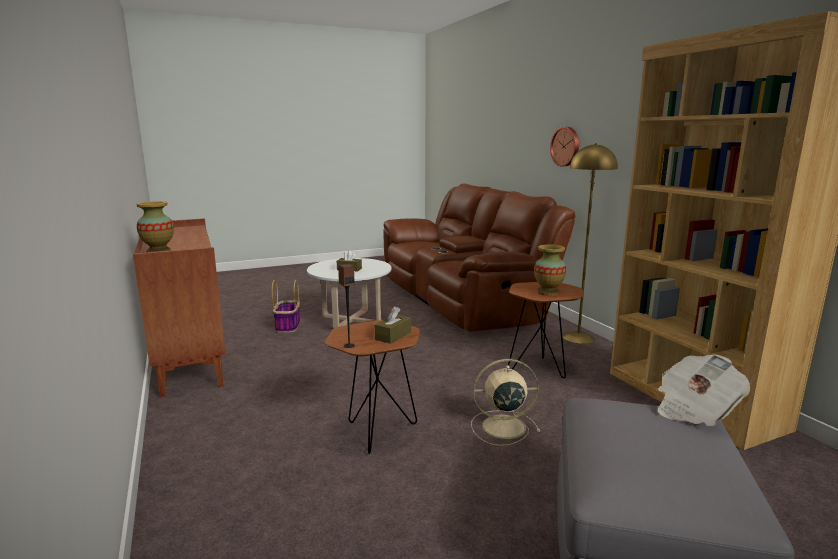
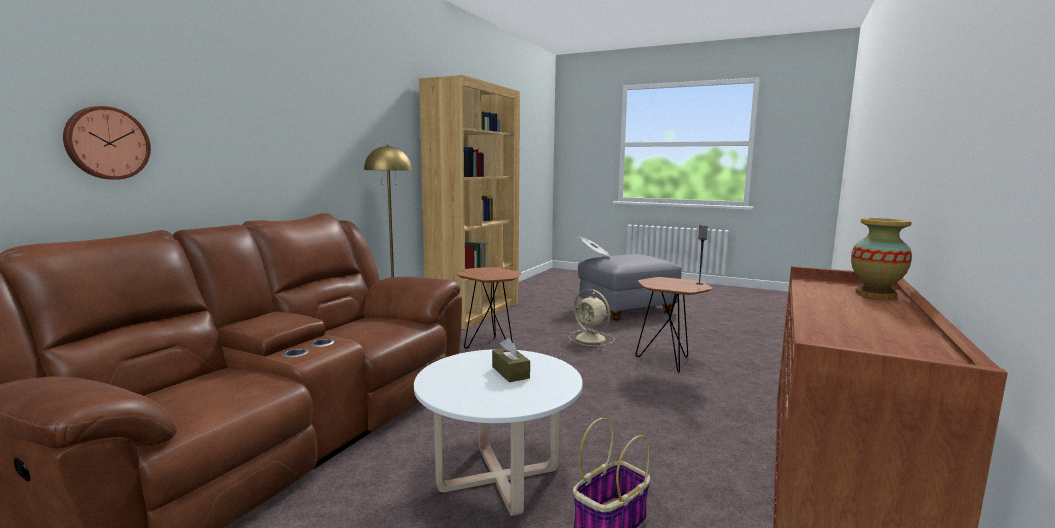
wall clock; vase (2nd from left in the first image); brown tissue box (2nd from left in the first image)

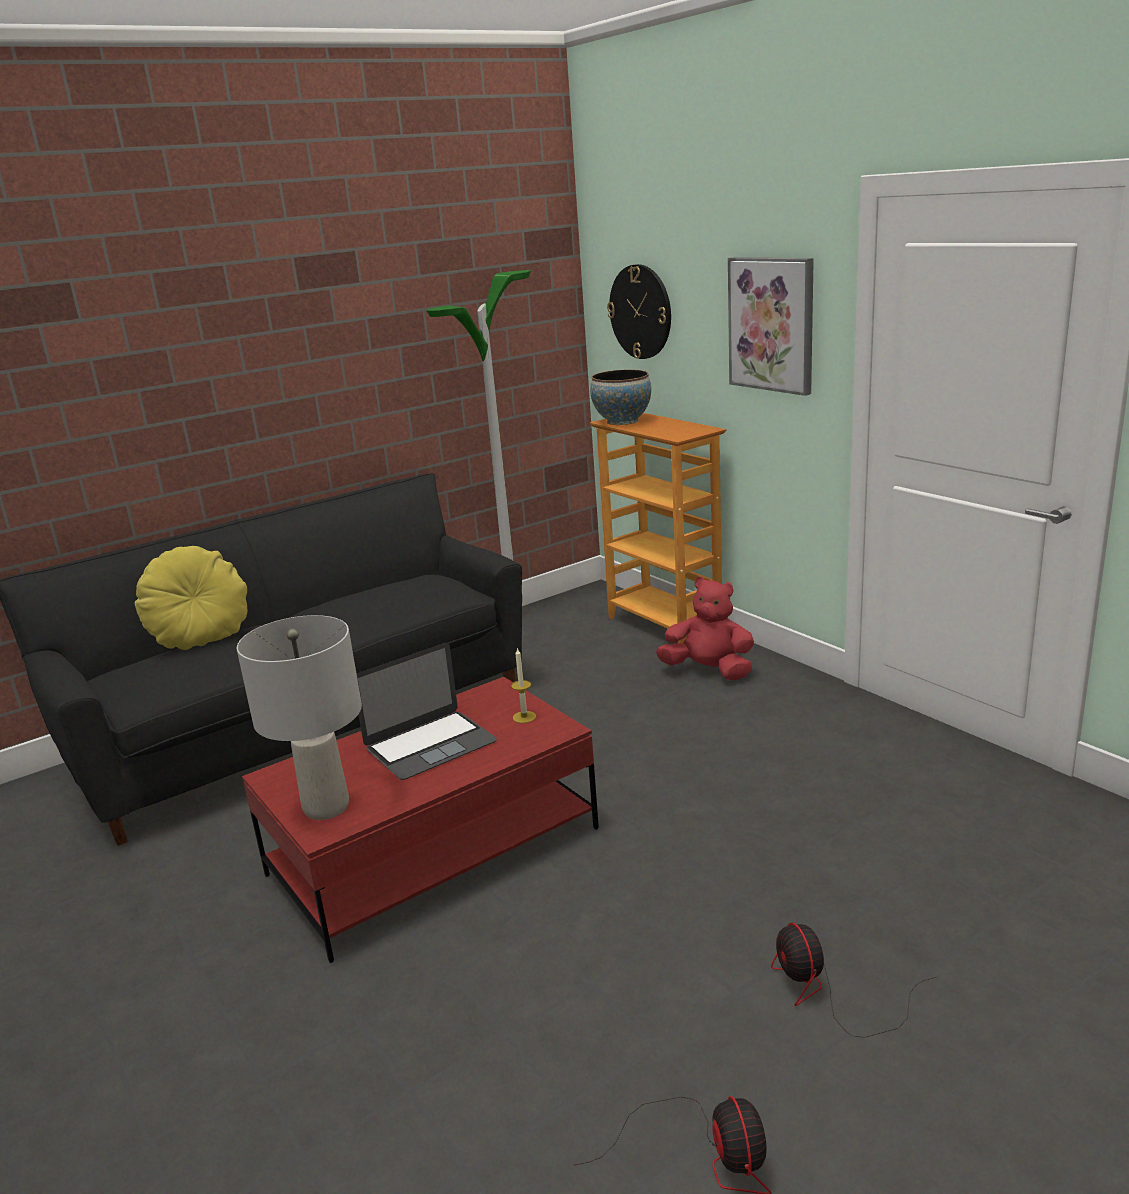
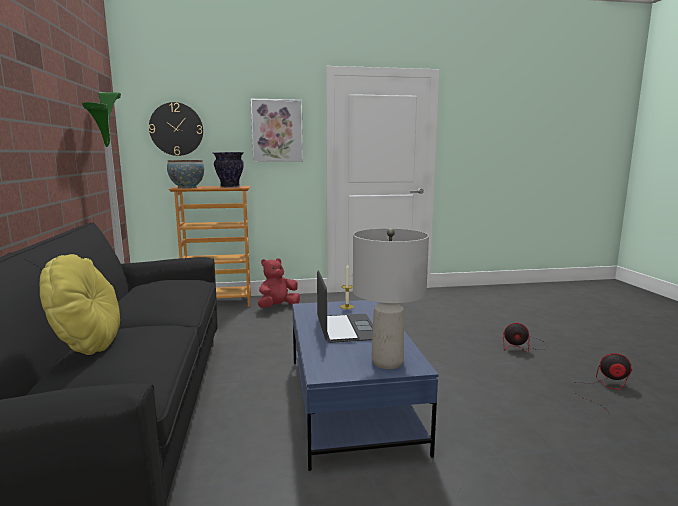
blue coffee table; vase

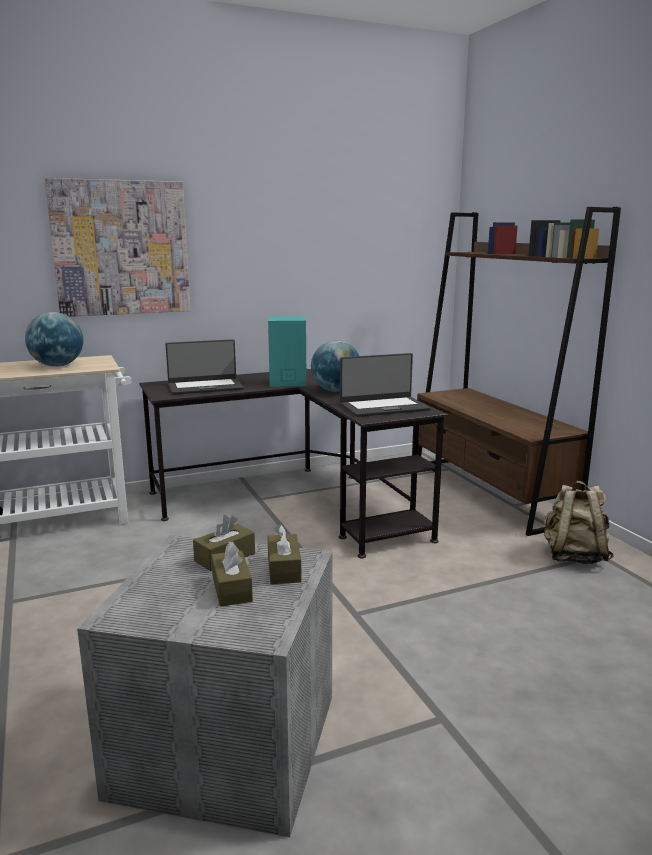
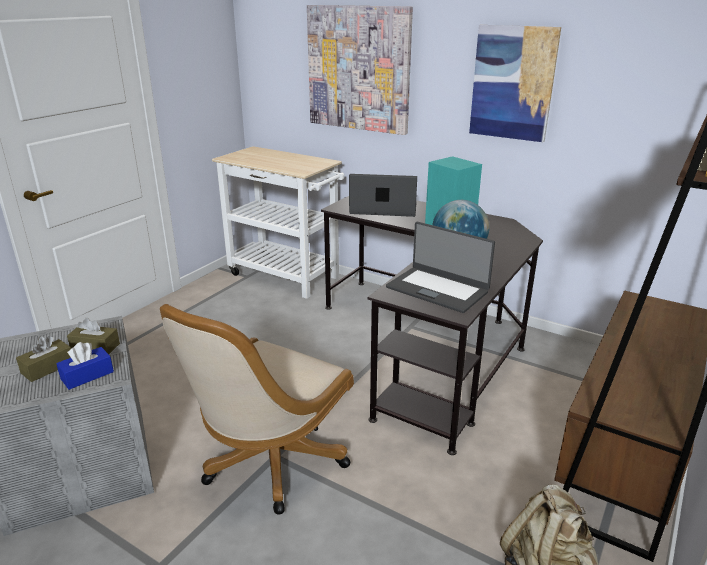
globe (1st from left in the first image); laptop (1st from left); blue tissue box; picture (2nd from left); office chair

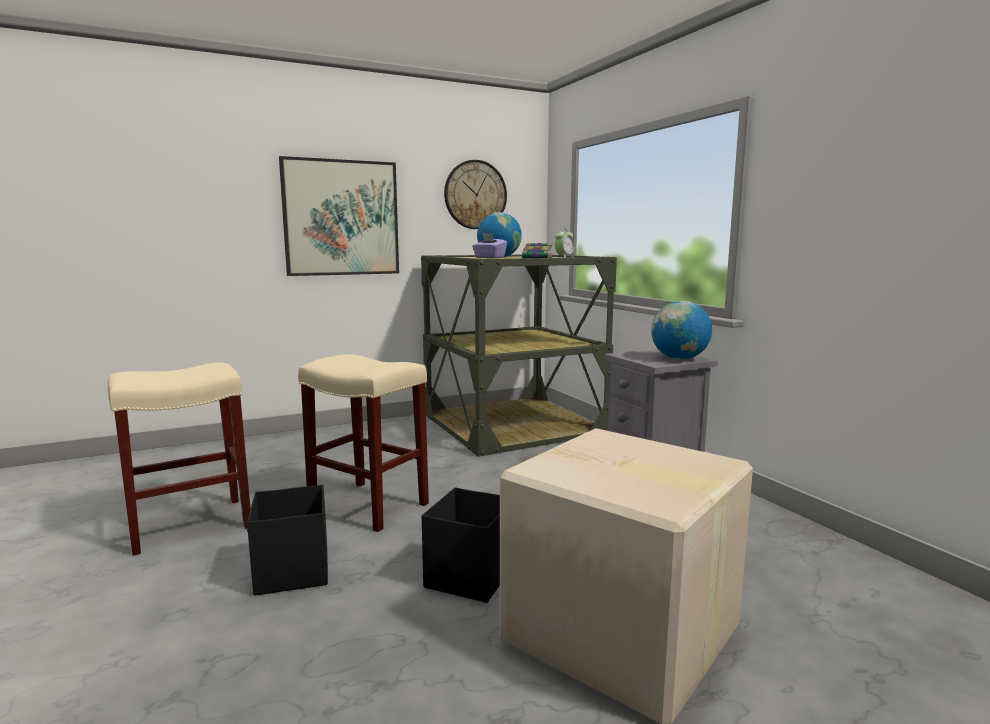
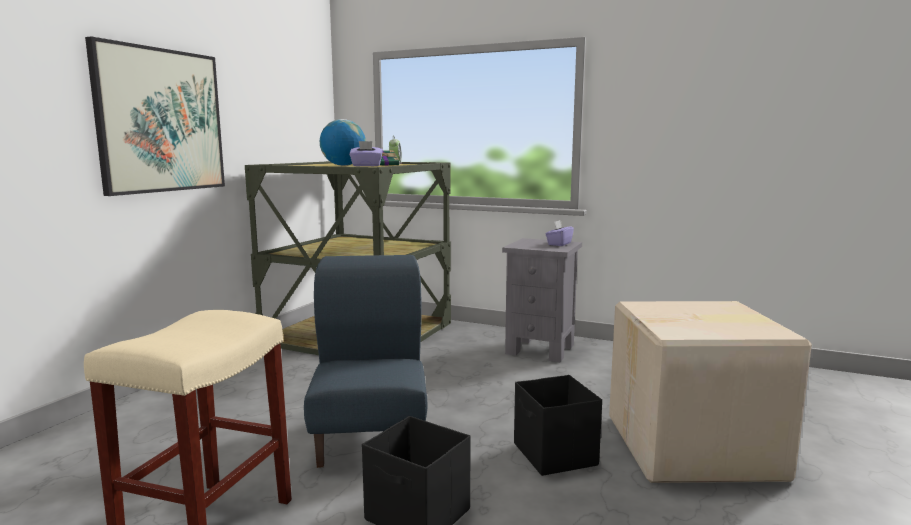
wall clock; purple tissue box (2nd from left); blue chair

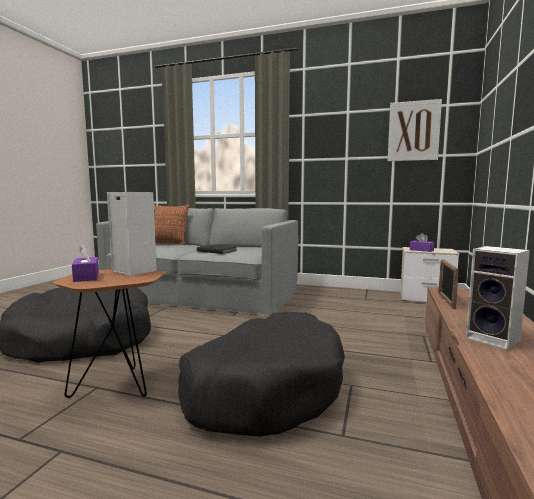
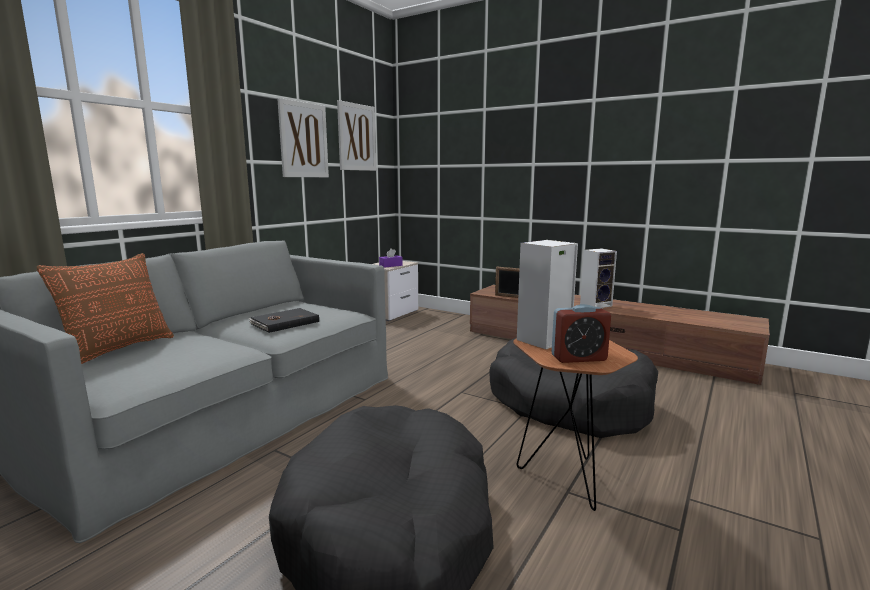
alarm clock; picture (1st from left)

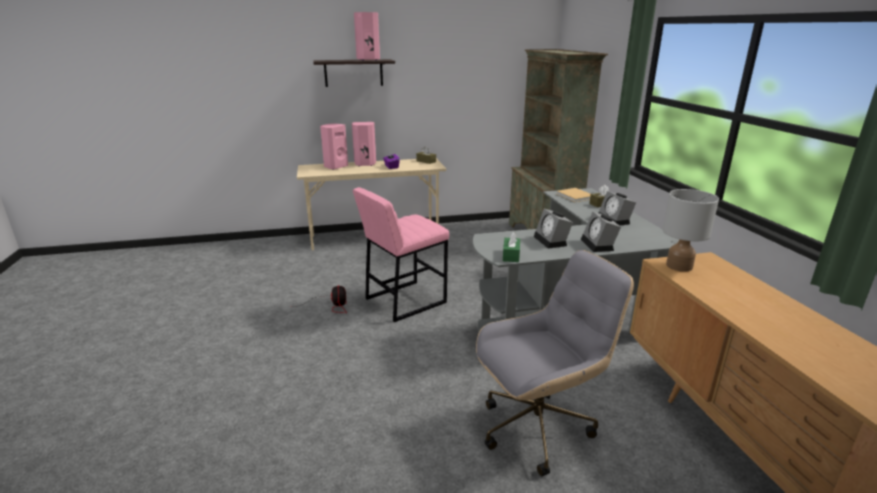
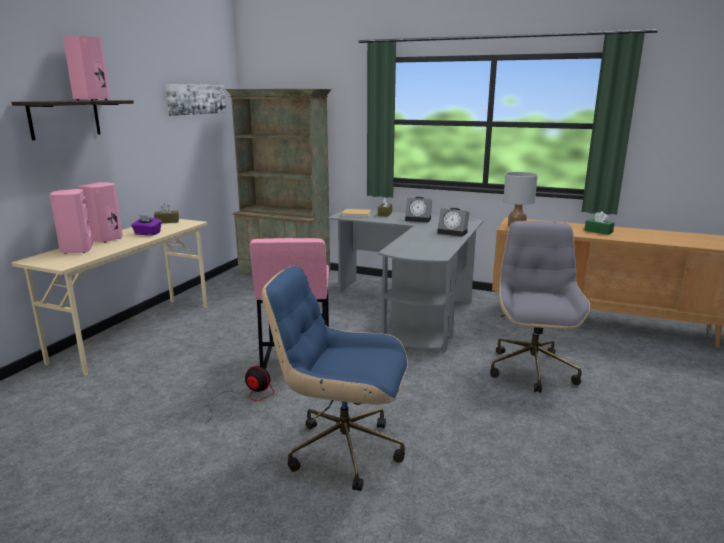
alarm clock (1st from left in the first image); green tissue box; picture; blue office chair

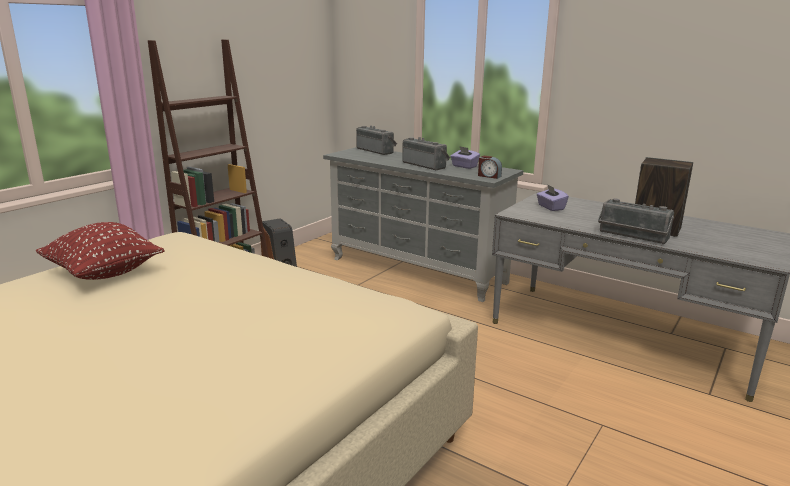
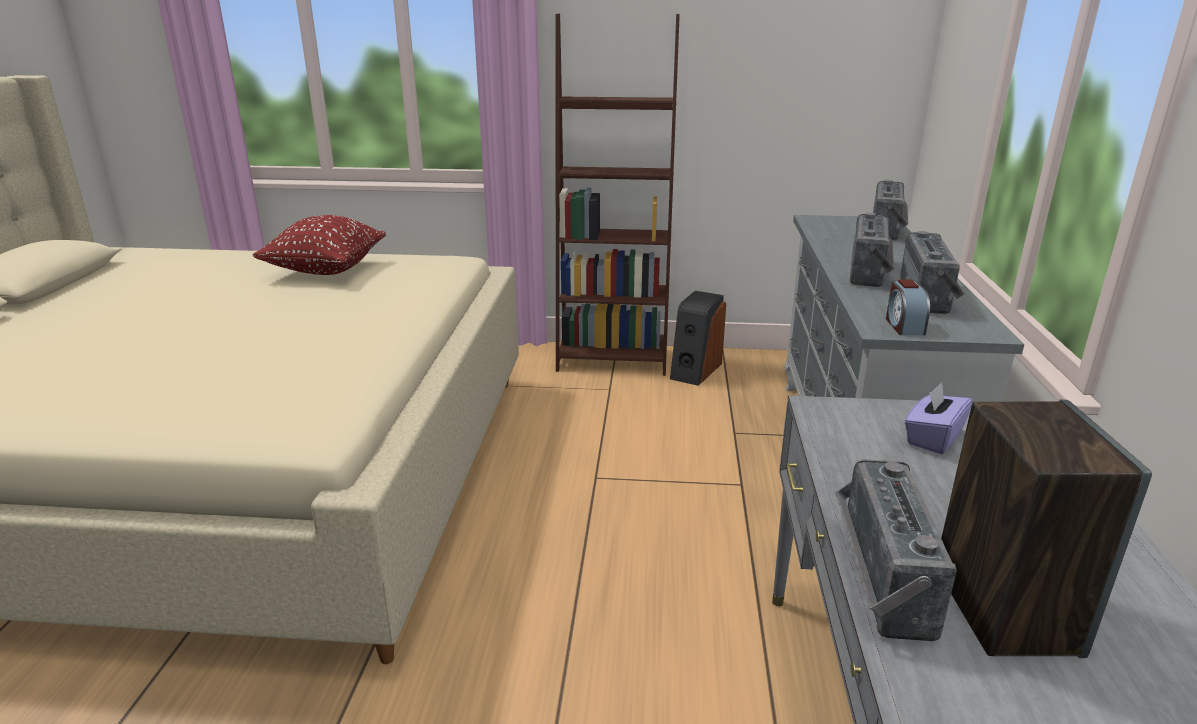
radio (4th from left)

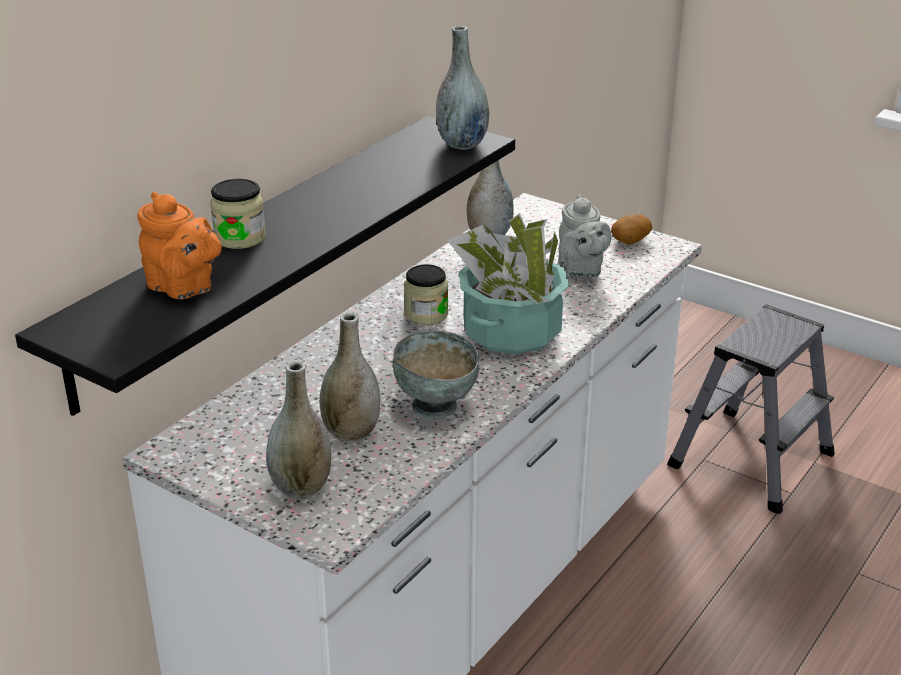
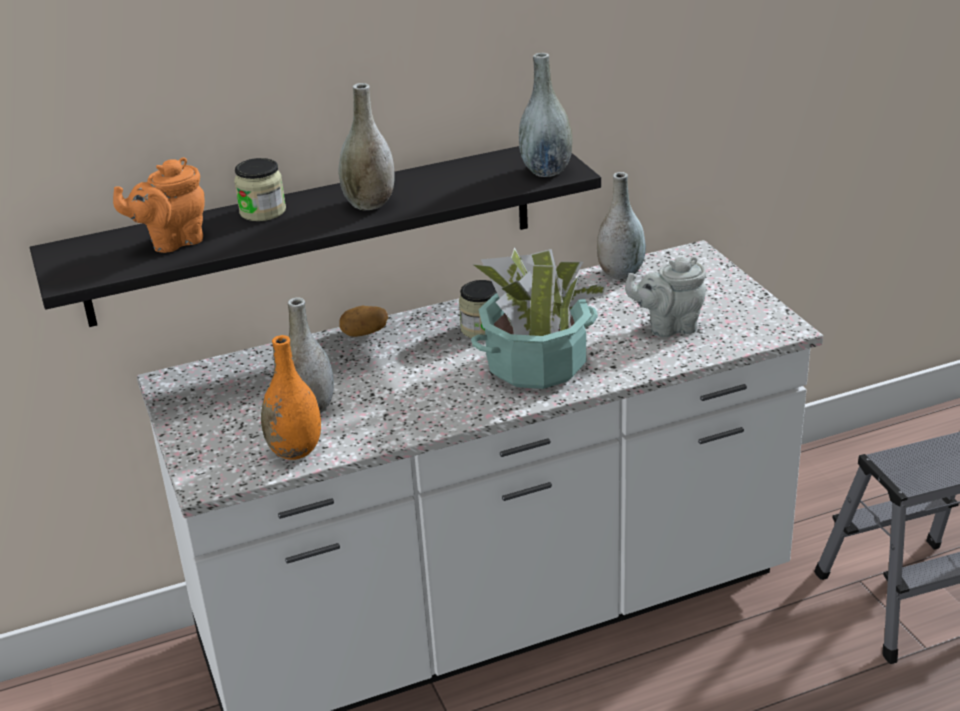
orange teapot; grey teapot; potato; grey bowl; grey vase (2nd from left); orange vase

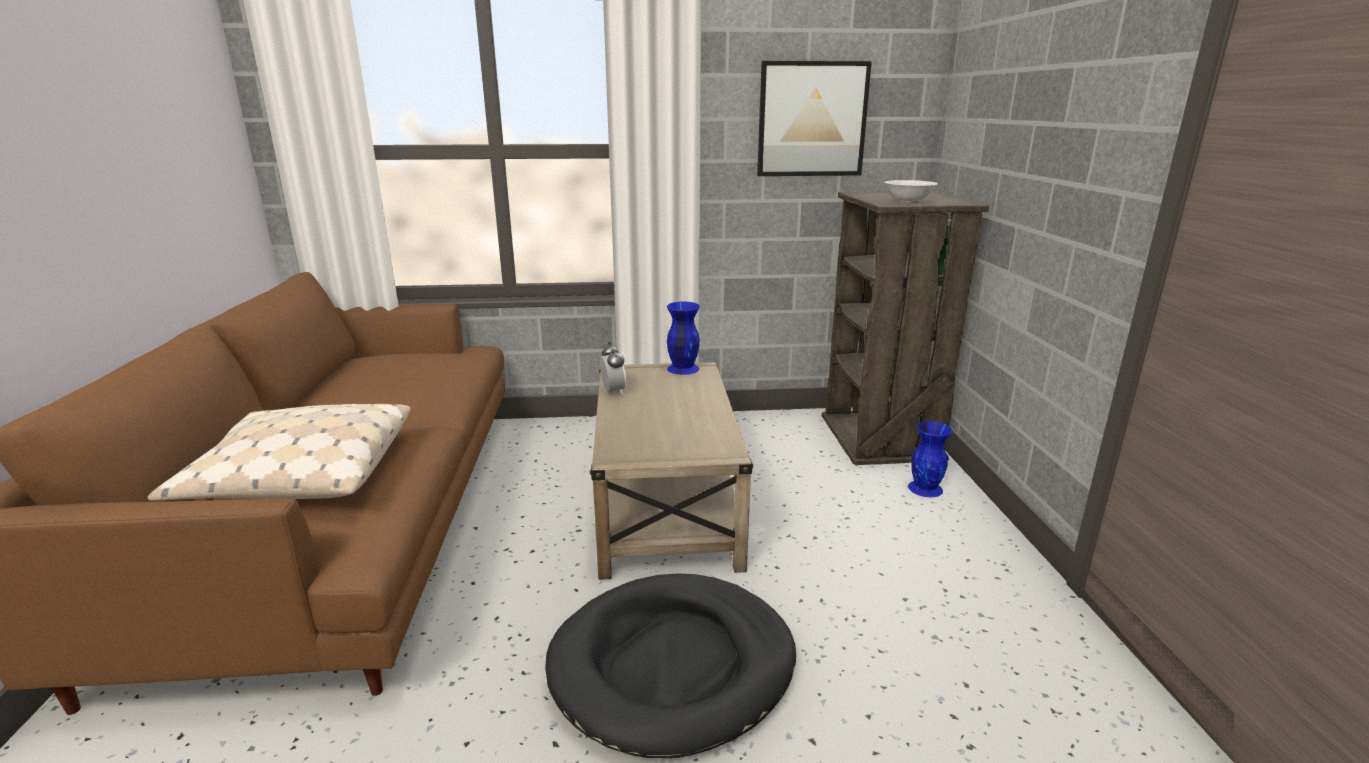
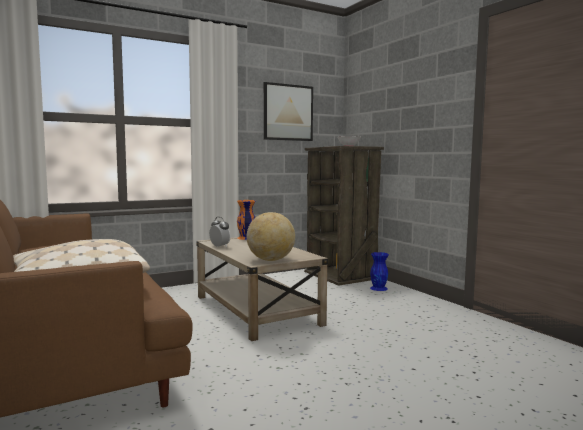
orange vase; black dog bed; globe

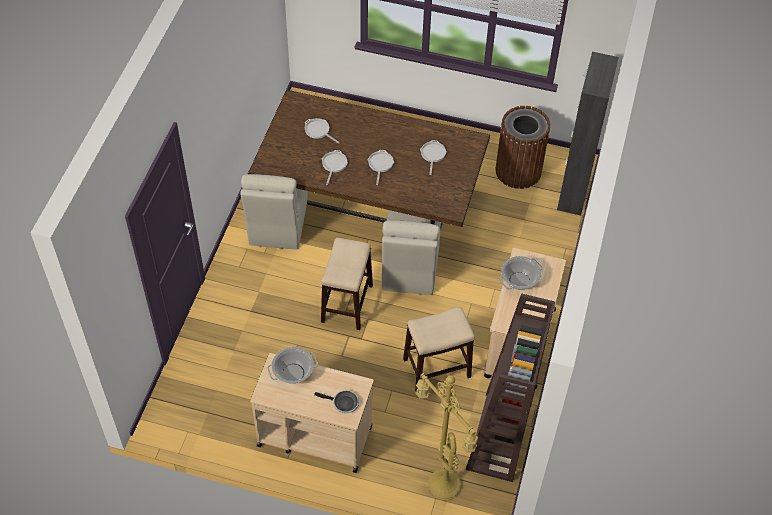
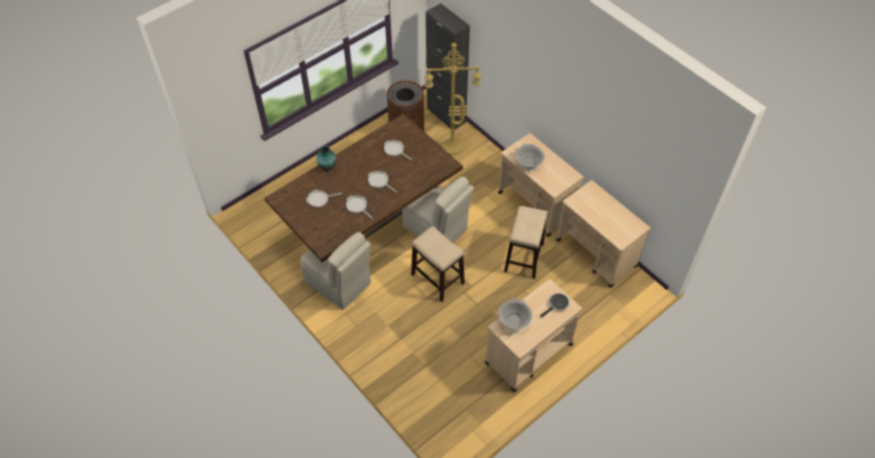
beige cart (3rd from left); yellow floor lamp; vase

